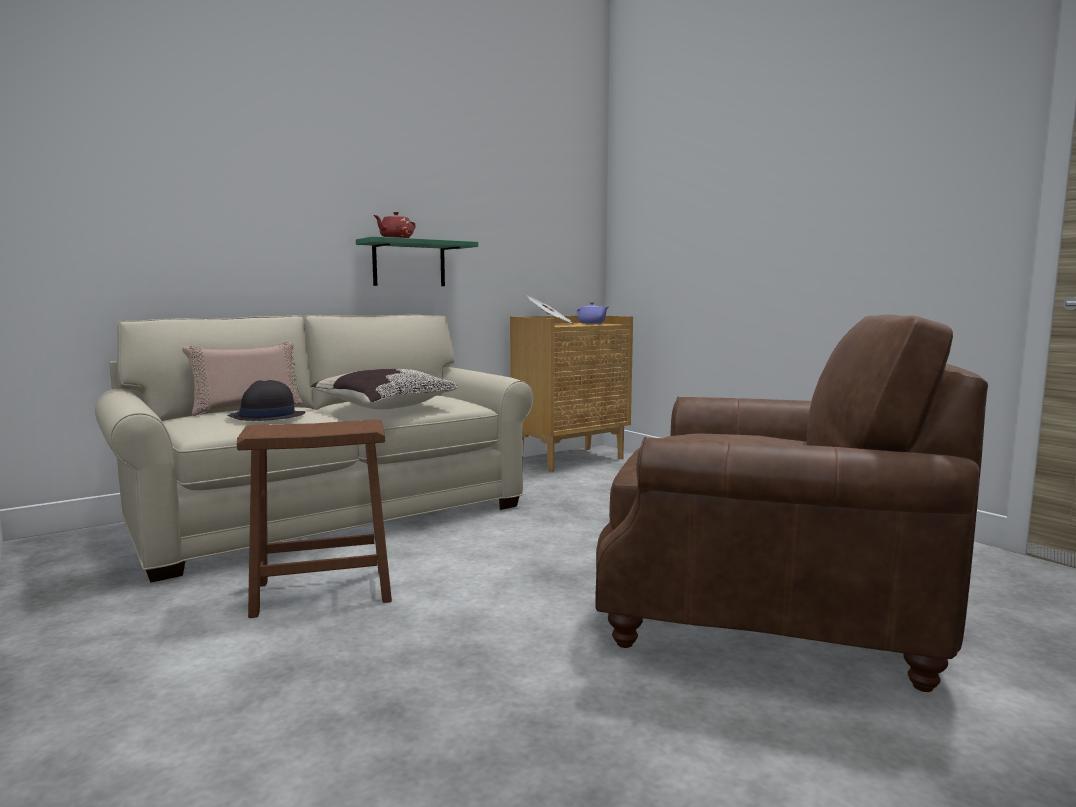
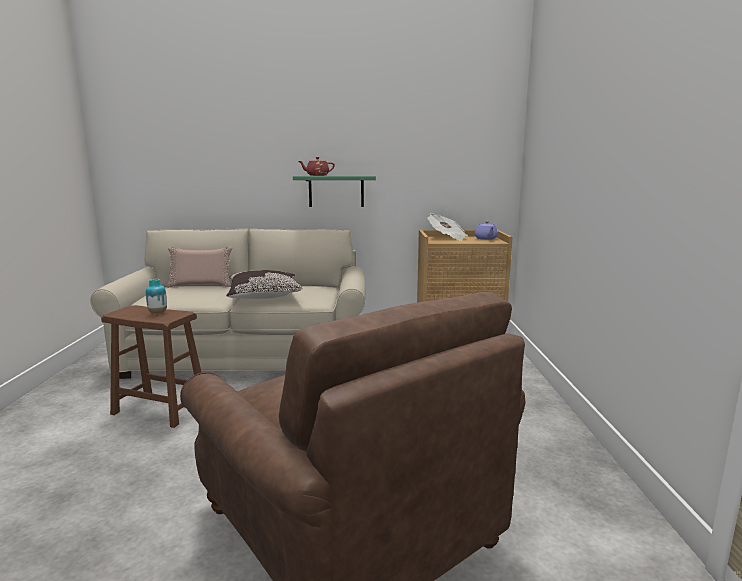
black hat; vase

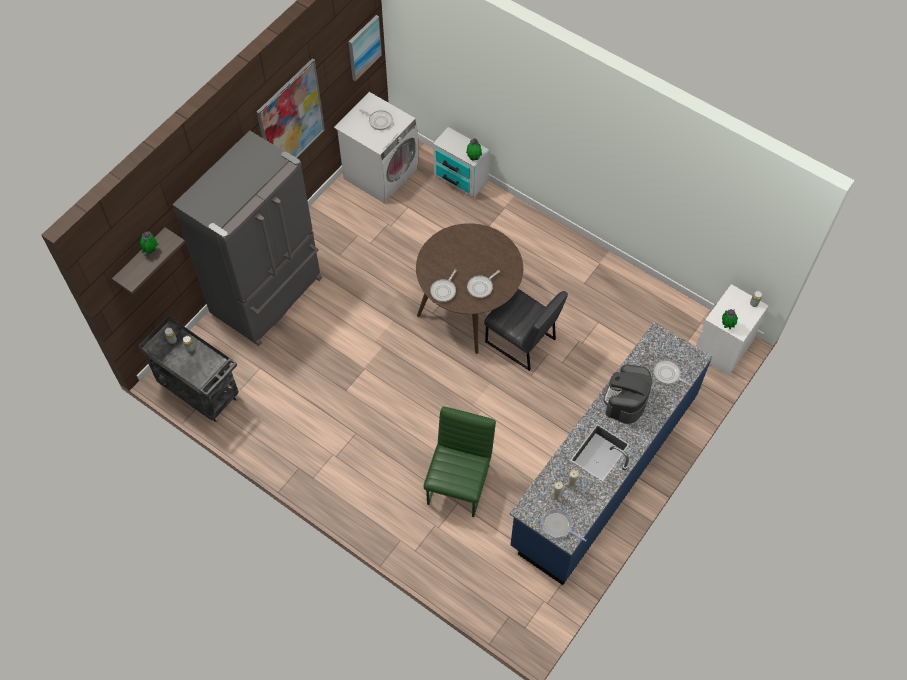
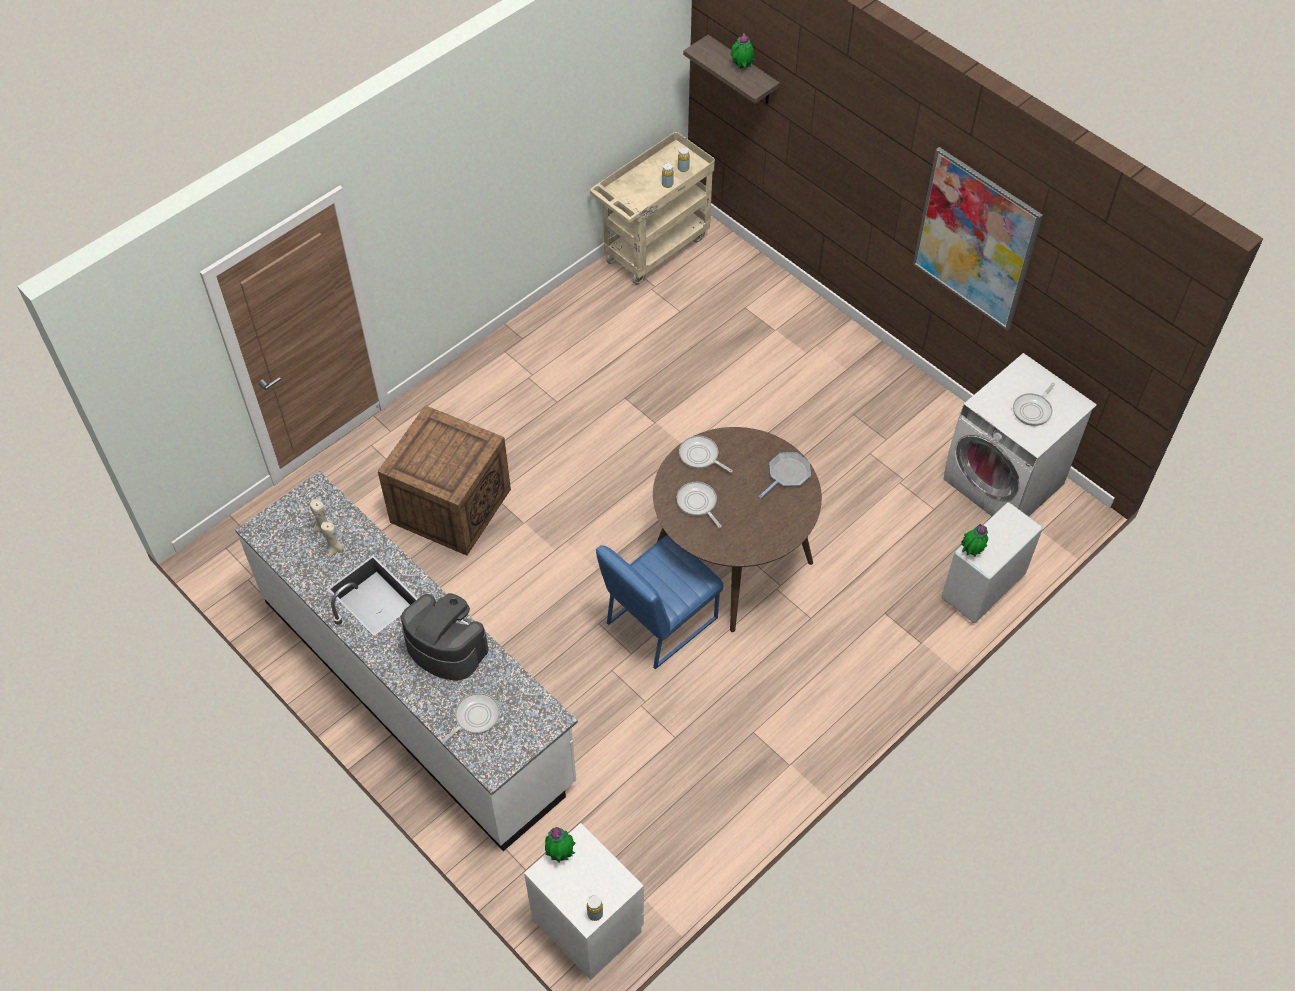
picture (2nd from left in the first image); grey fridge; blue chair; beige cart; white counter; crate; frying pan (4th from left)

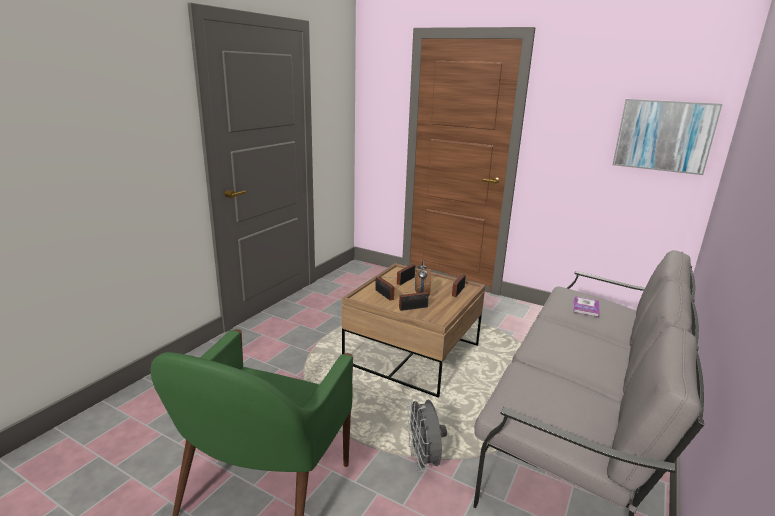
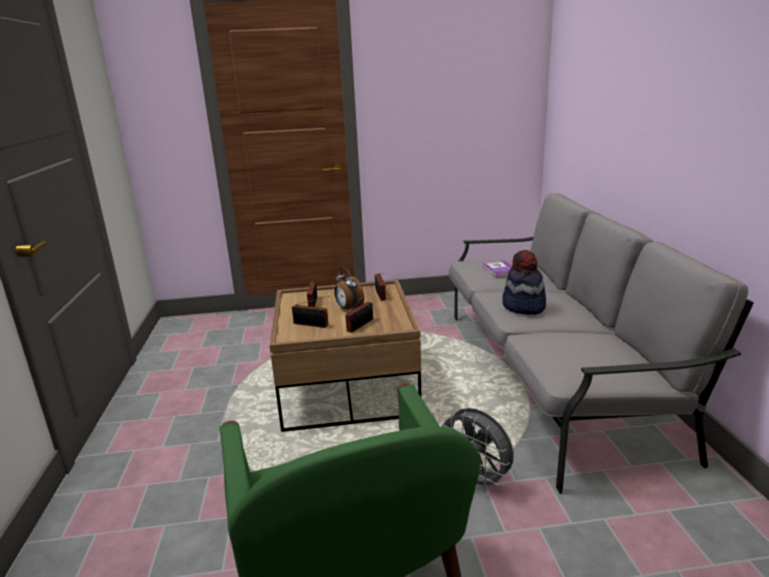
picture; hat

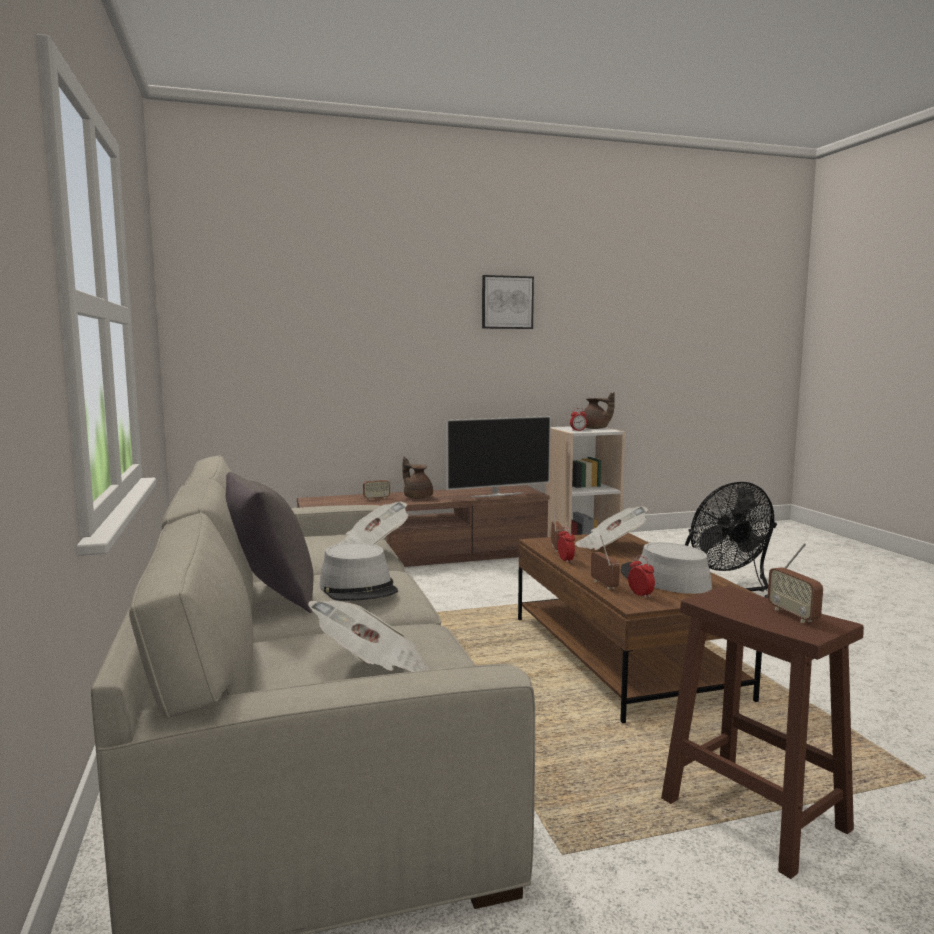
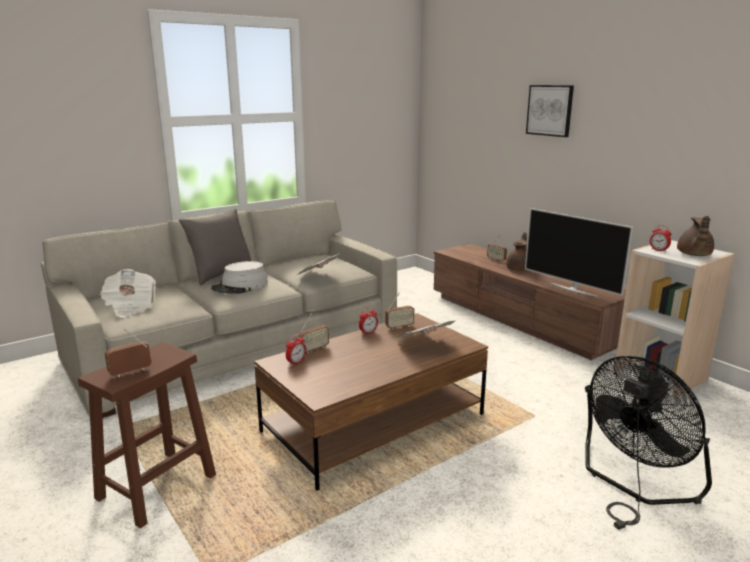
picture; grey hat (2nd from left in the first image)

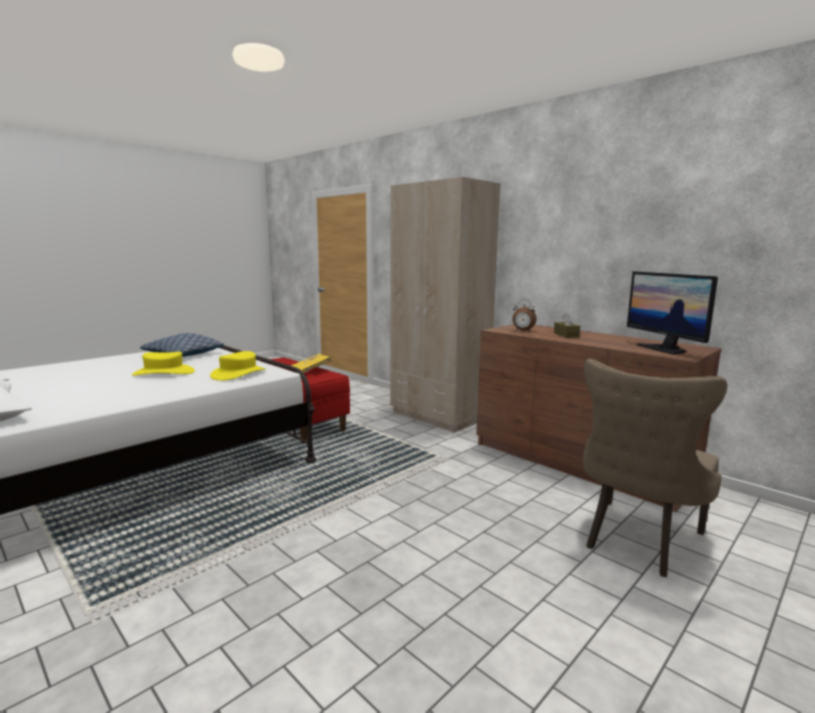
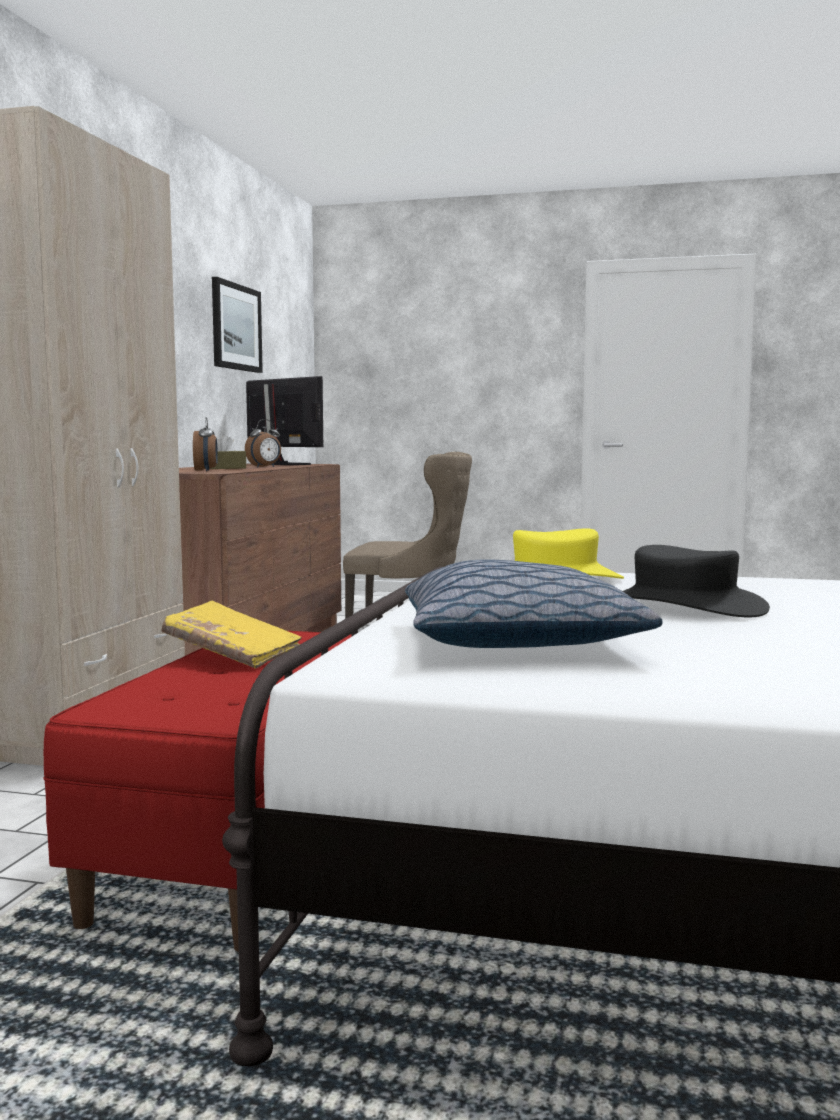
monitor; black hat; picture; alarm clock (2nd from left)

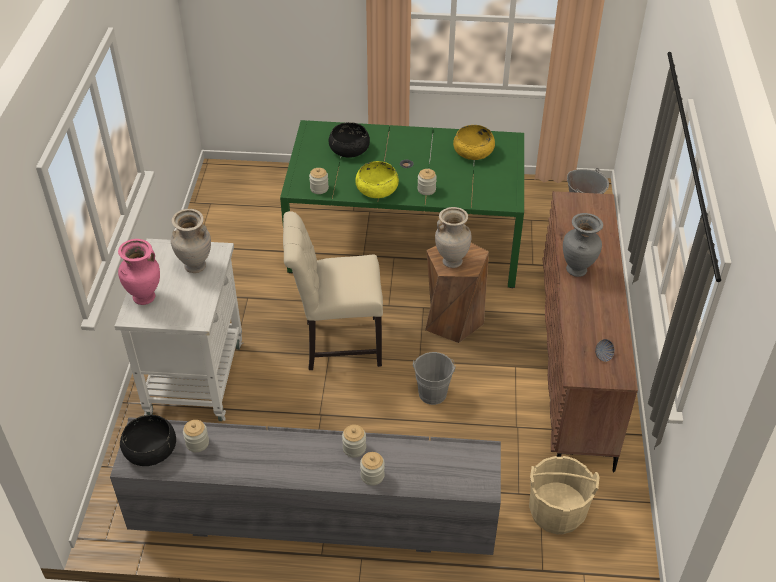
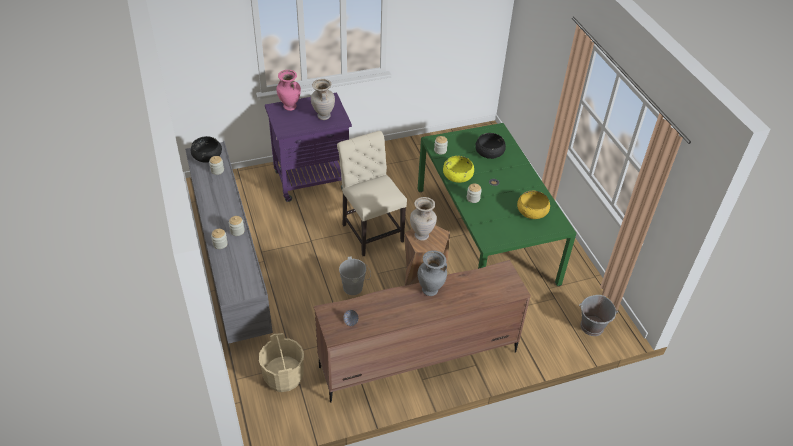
purple cart

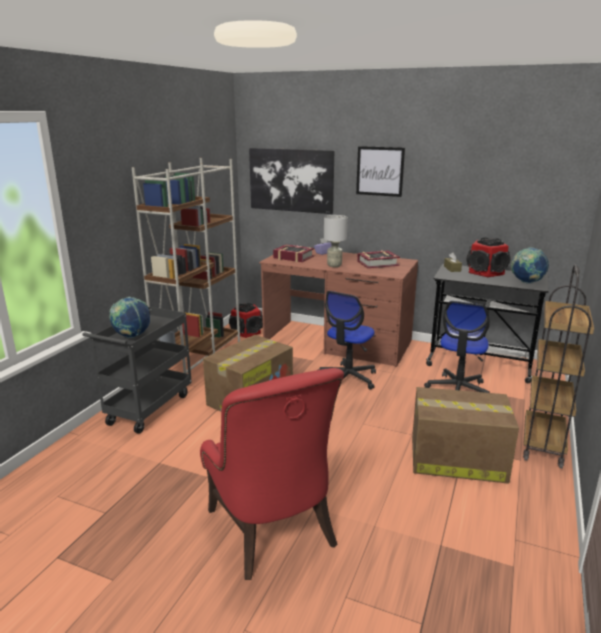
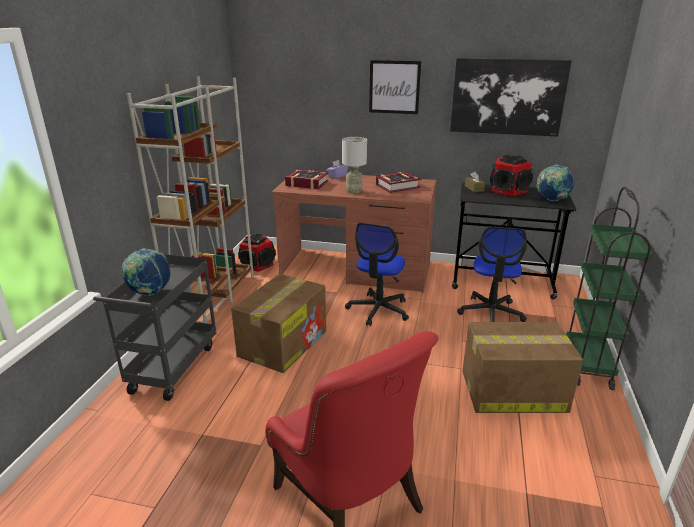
picture (2nd from left); green cart

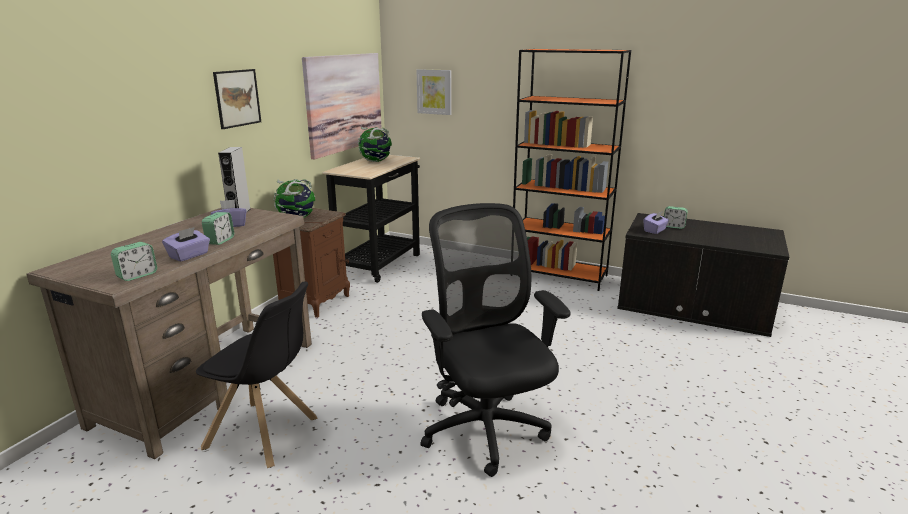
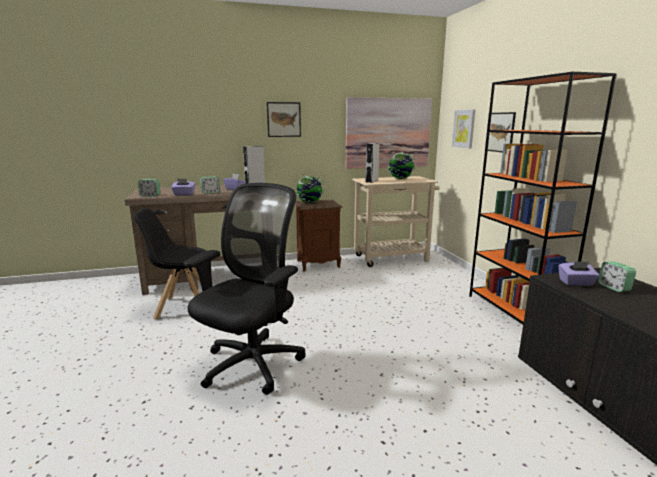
beige cart; black chair; picture (4th from left); grey speaker (2nd from left)

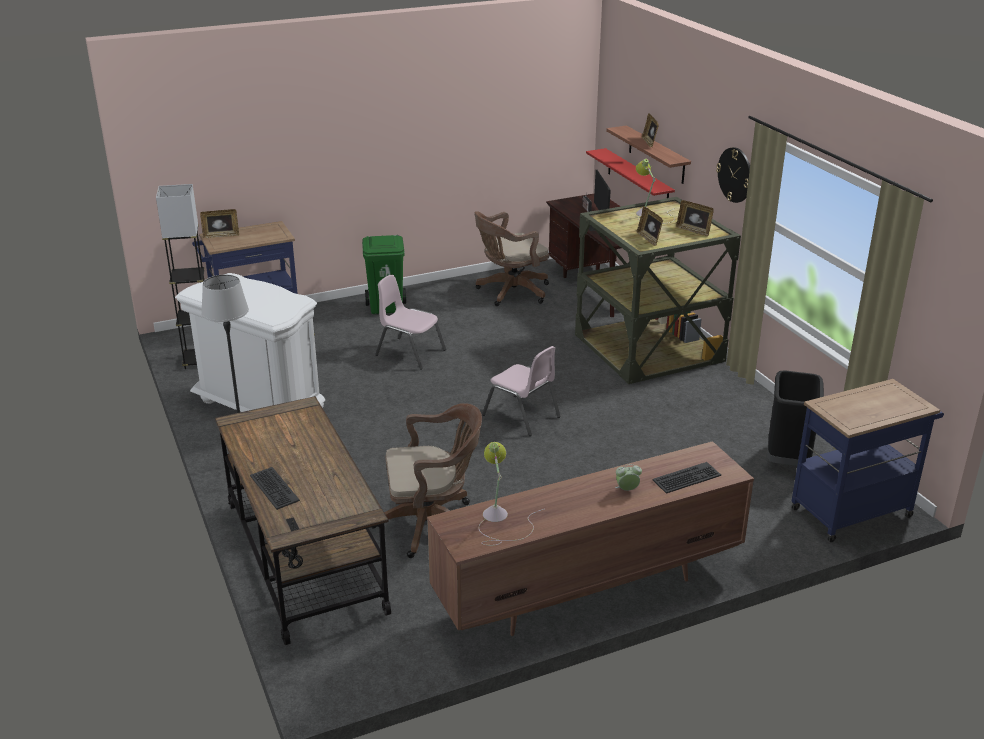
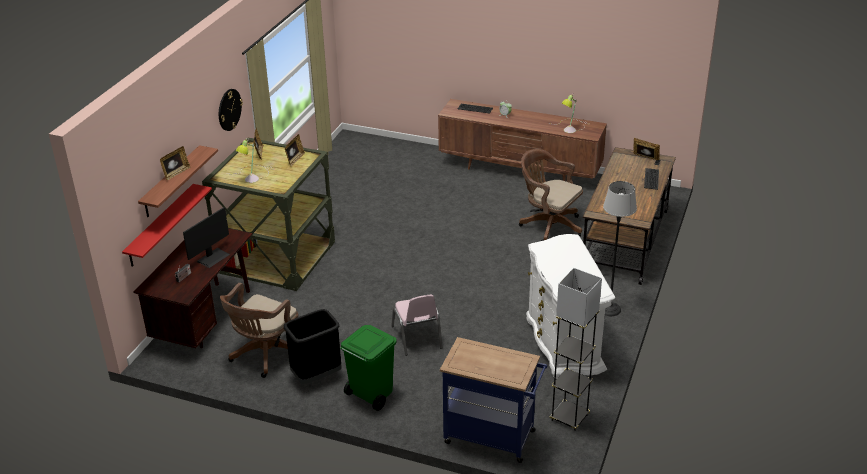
picture frame (4th from left); brown office chair (1st from left); pink chair (2nd from left in the first image); black trash can; blue cart (2nd from left in the first image)

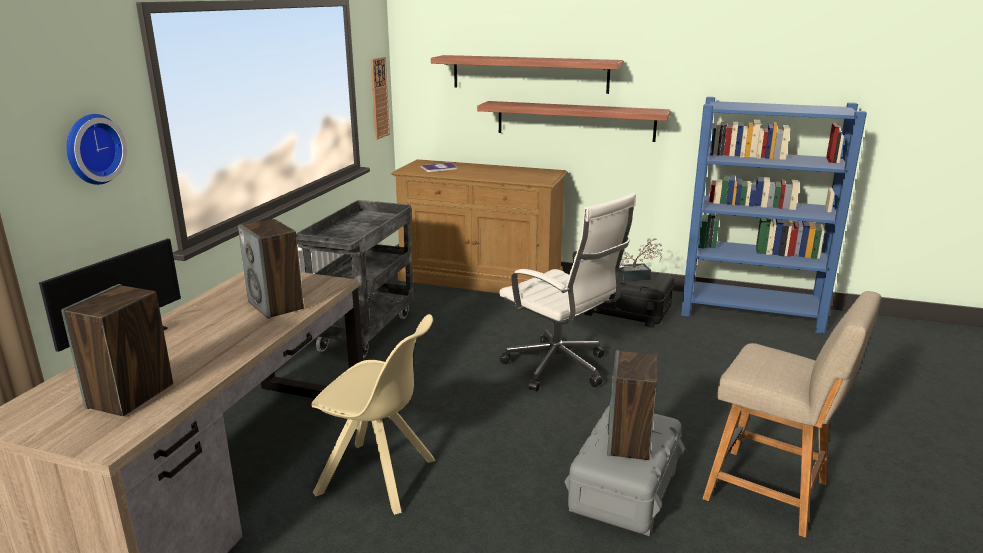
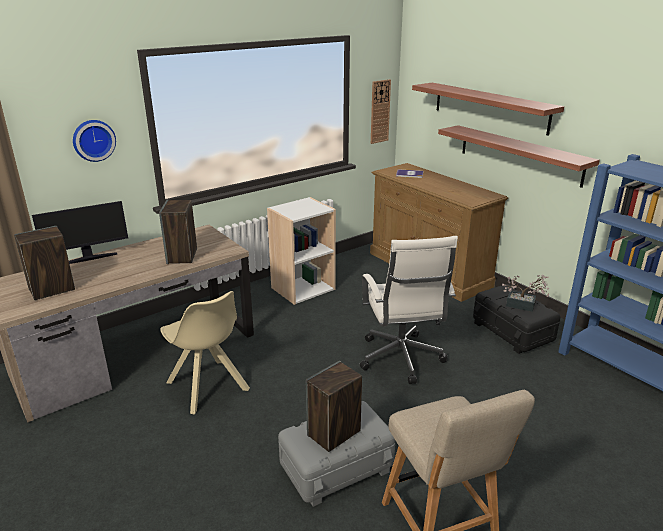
white bookcase

